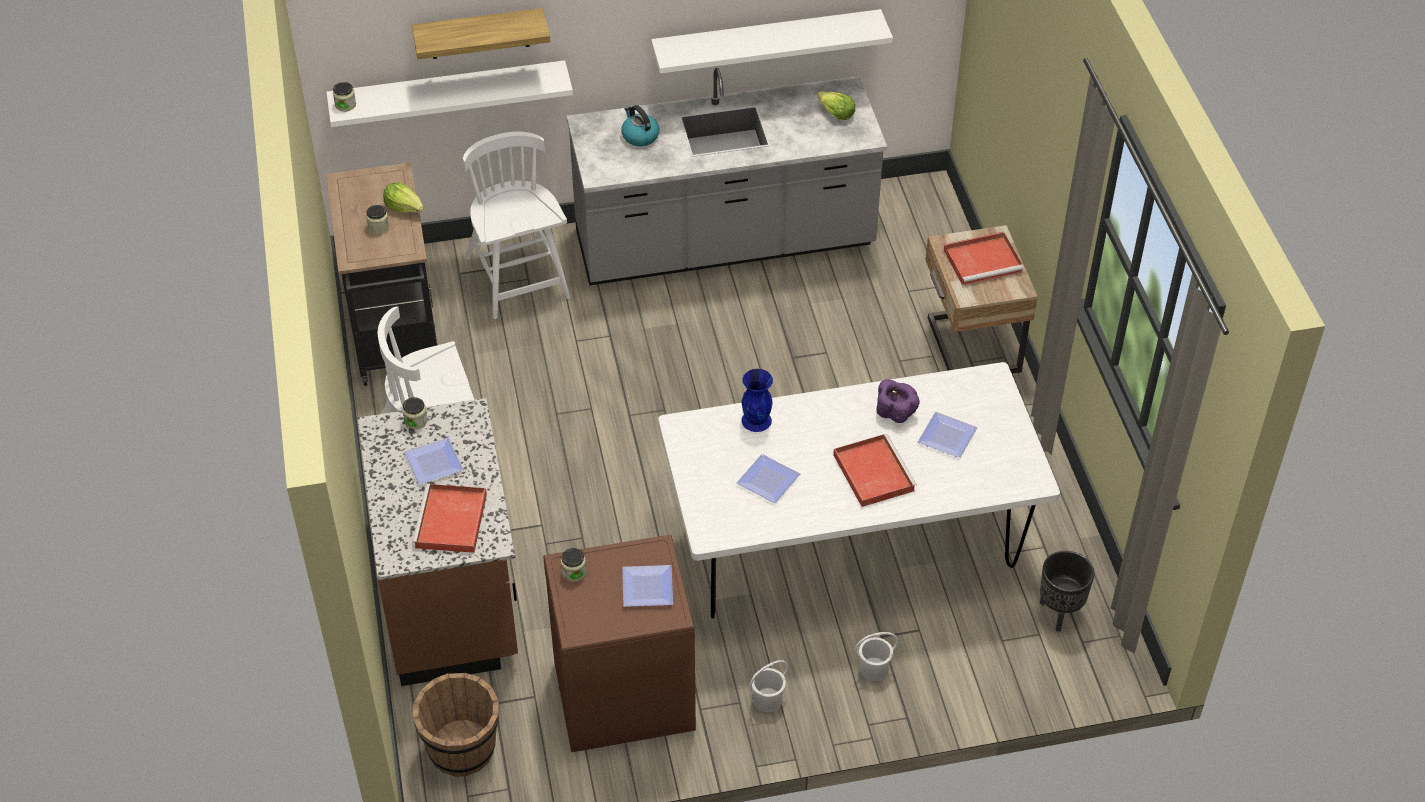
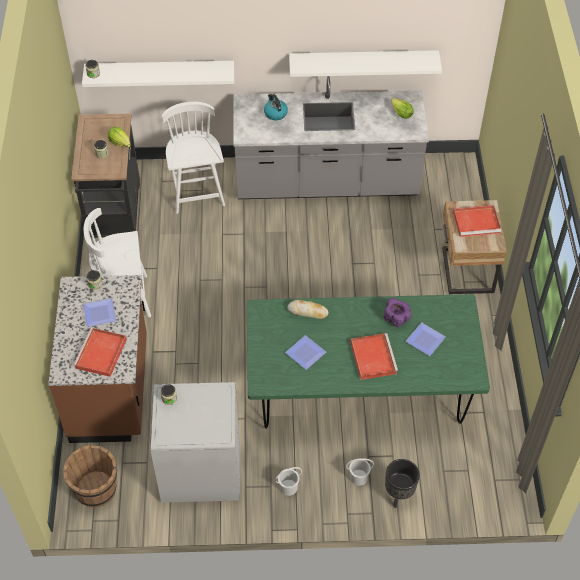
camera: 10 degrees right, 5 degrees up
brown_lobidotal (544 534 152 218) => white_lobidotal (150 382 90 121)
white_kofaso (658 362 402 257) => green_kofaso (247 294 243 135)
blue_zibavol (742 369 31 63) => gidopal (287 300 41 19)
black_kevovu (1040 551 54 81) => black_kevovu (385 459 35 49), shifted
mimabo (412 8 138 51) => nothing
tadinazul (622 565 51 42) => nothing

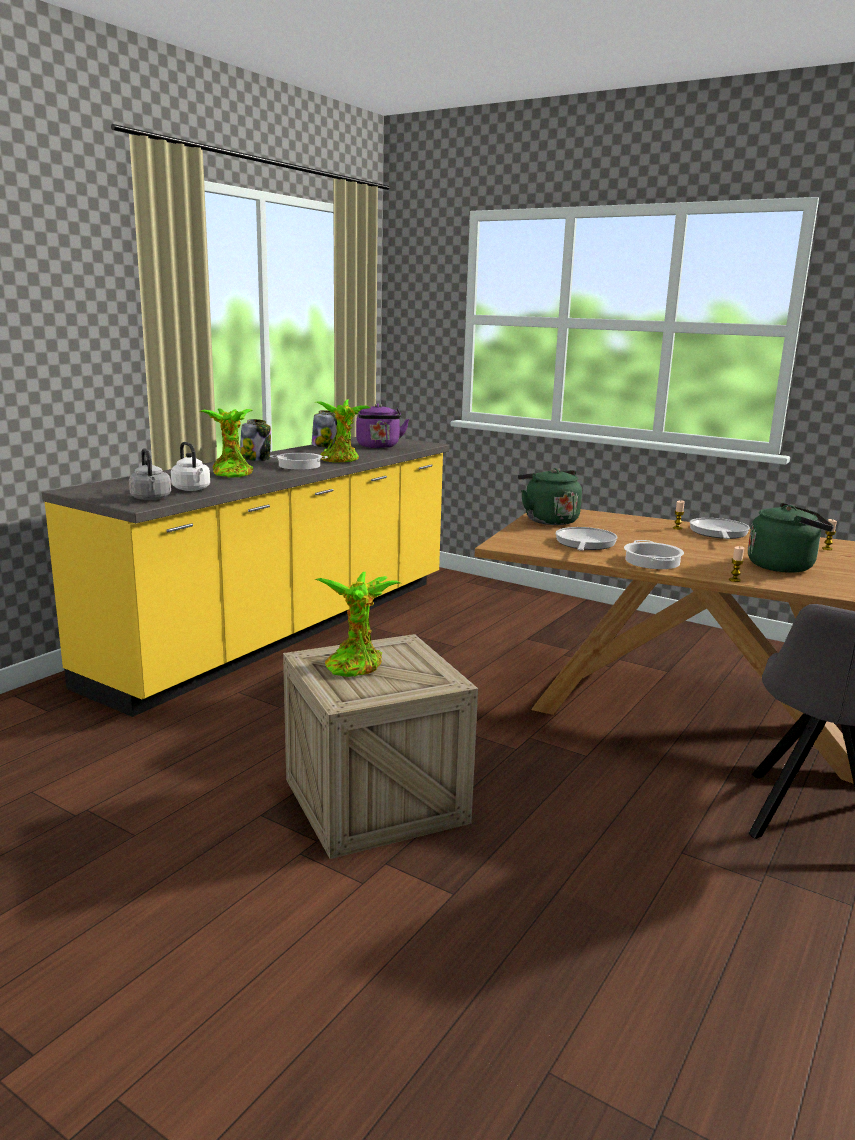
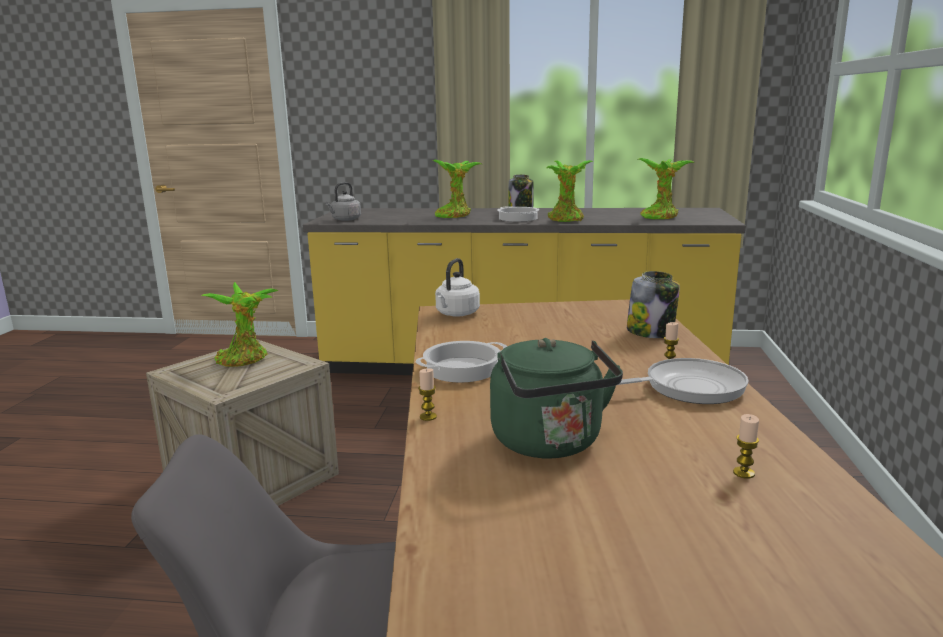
camera: 65 degrees right, 0 degrees up
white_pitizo (171 442 39 49) => white_pitizo (435 258 45 59), shifted
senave (312 410 25 38) => senave (627 271 53 67), shifted
purple_pitizo (356 404 53 44) => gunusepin (638 158 57 61)
green_pitizo (518 468 64 57) => nothing
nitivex (556 527 61 24) => nothing

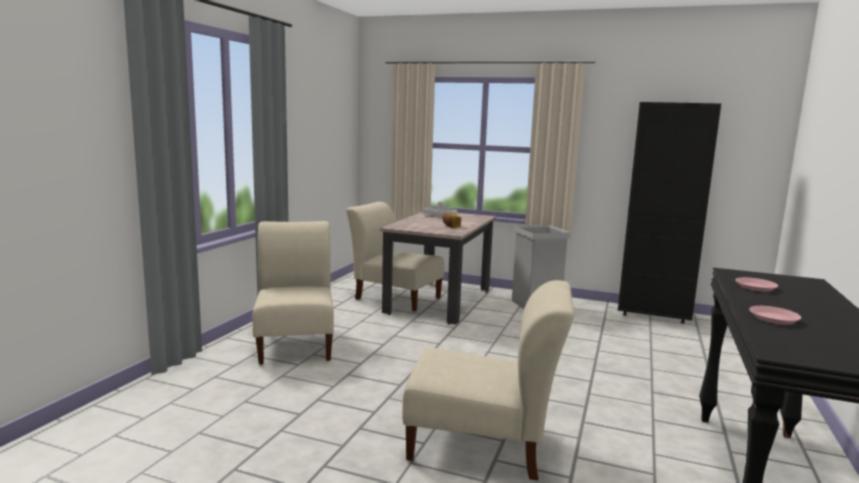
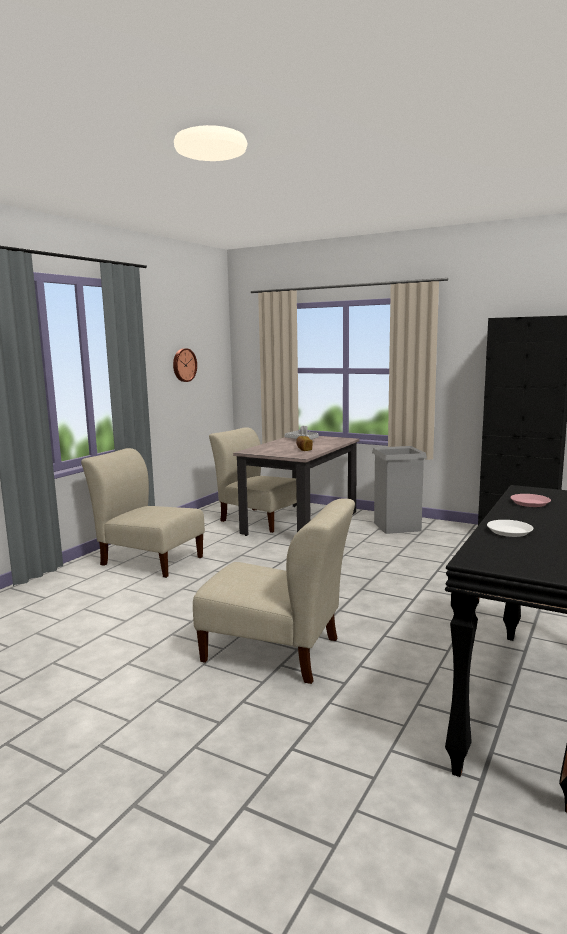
camera: 10 degrees right, 0 degrees up
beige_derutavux (252 221 82 144) => beige_derutavux (81 448 124 130), 60 degrees counterclockwise
nothing => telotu (173 348 24 34)
pink_tadinazul (749 306 52 18) => white_tadinazul (487 520 46 17)

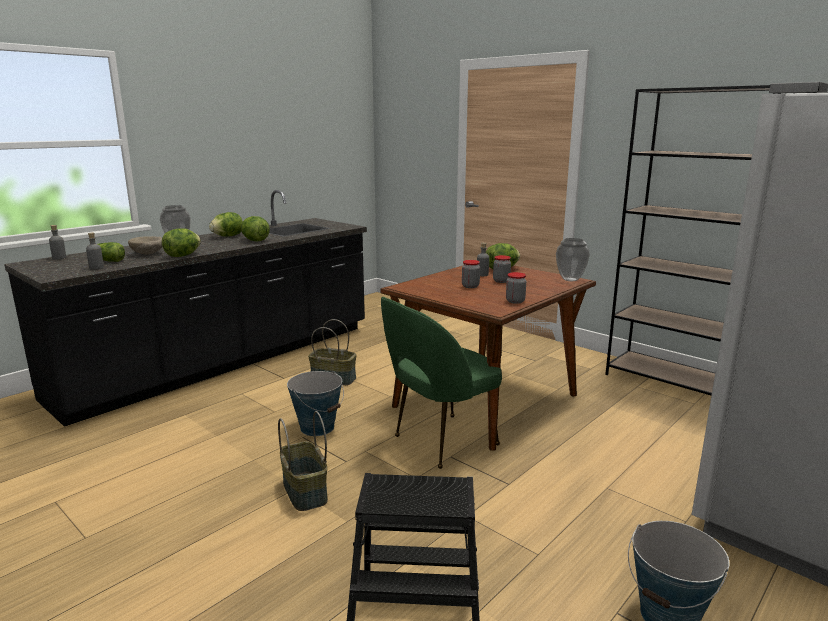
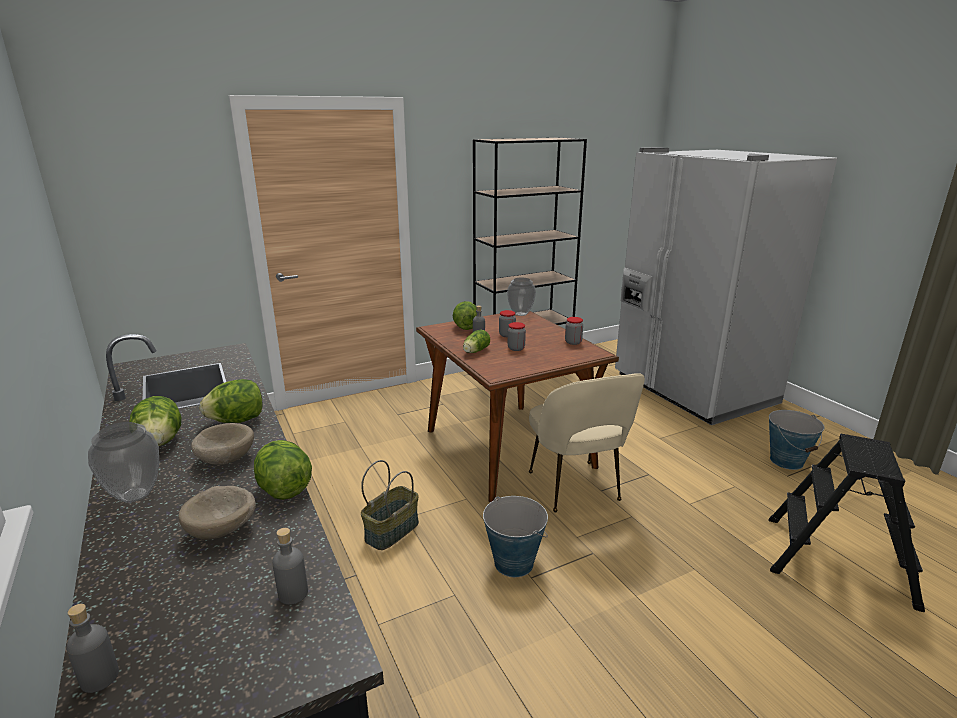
camera: 70 degrees left, 5 degrees up
nothing => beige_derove (191 423 63 42)
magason (98 242 27 20) => magason (463 329 27 24), shifted
green_derutavux (381 297 121 172) => beige_derutavux (529 373 116 139)
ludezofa (278 411 50 100) => nothing

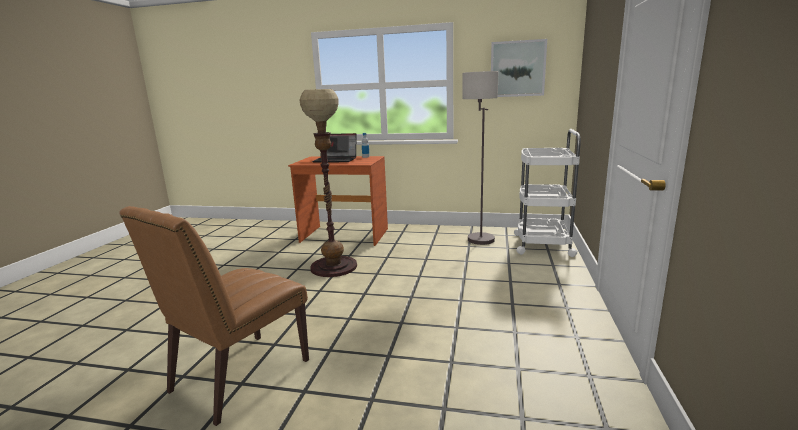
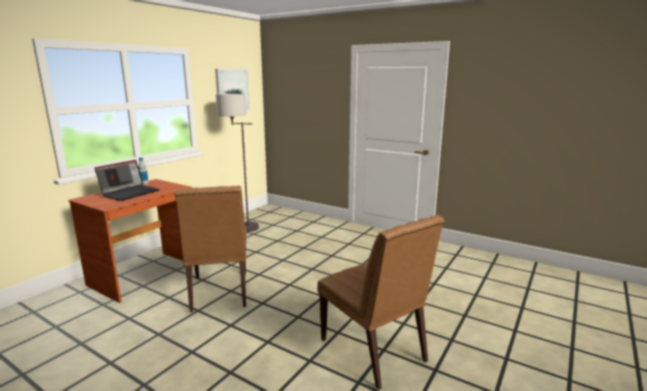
camera: 70 degrees left, 0 degrees up
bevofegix (300 89 57 188) => brown_derutavux (174 186 73 126)
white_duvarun (514 129 67 128) => nothing

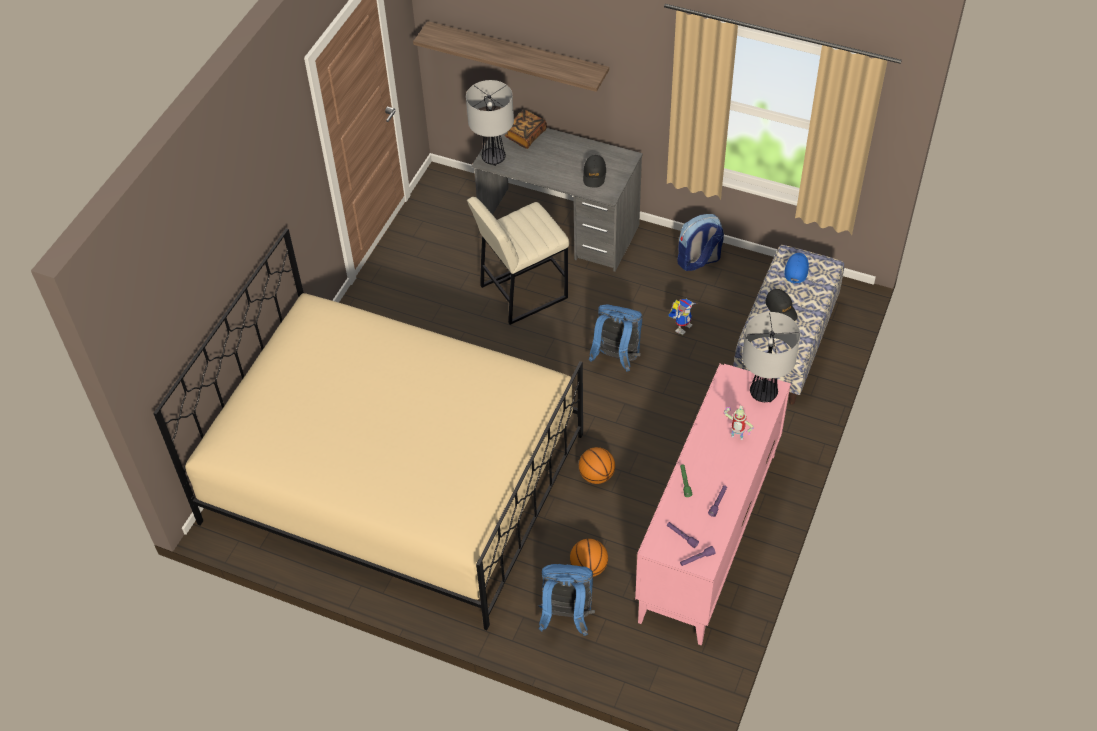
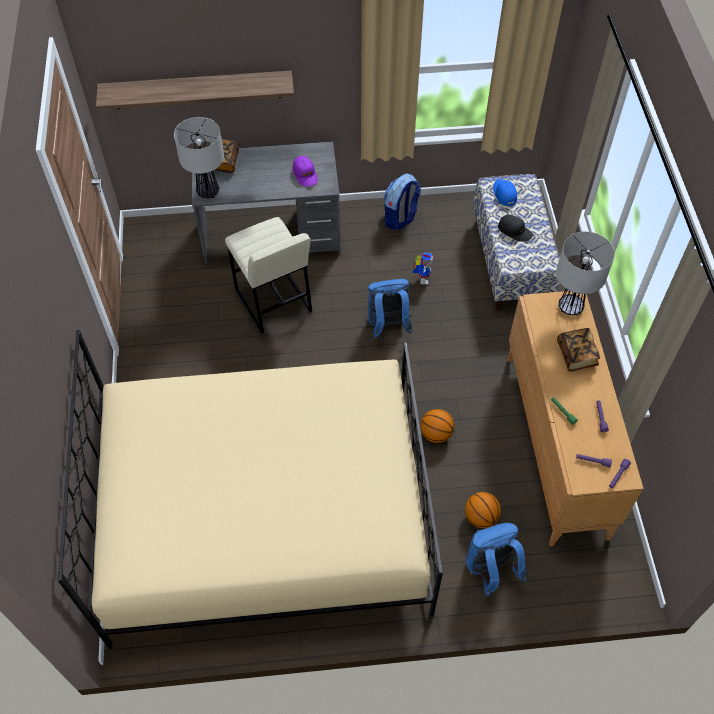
camera: 30 degrees left, 5 degrees up
beige_derutavux (467 197 102 128) => beige_derutavux (225 217 87 116), 60 degrees counterclockwise
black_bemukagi (583 155 23 32) => purple_bemukagi (293 156 25 31)
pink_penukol (635 363 156 283) => brown_penukol (508 291 136 255)
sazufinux (723 406 31 34) => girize (557 328 43 44)

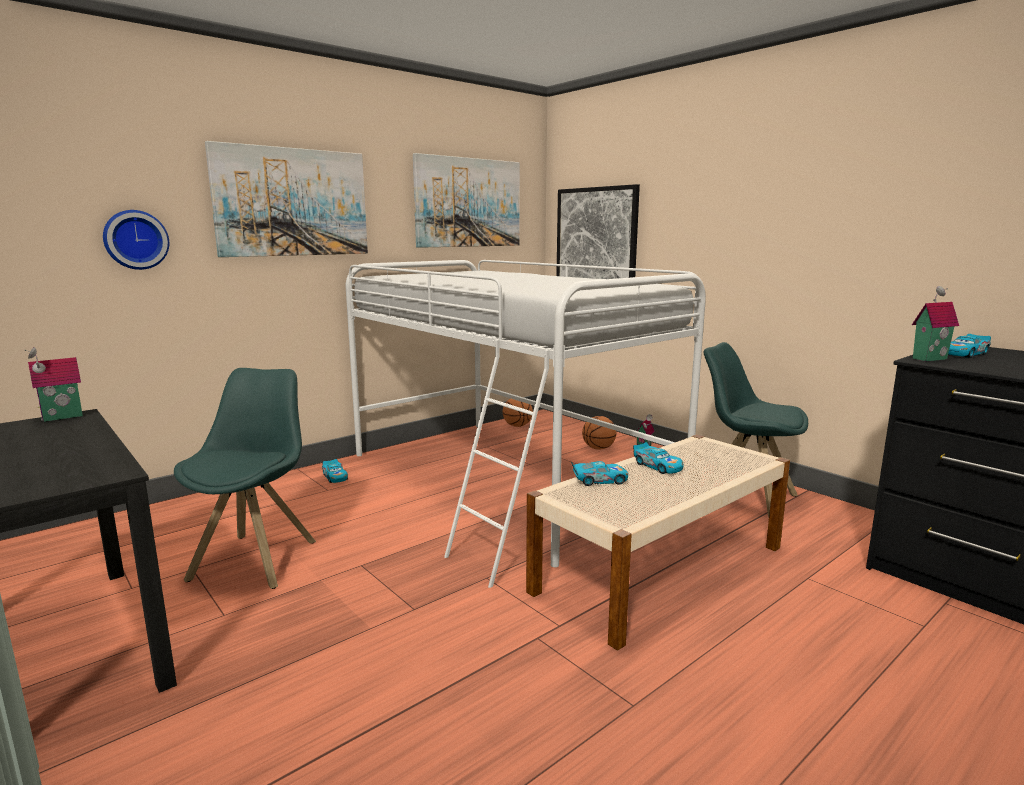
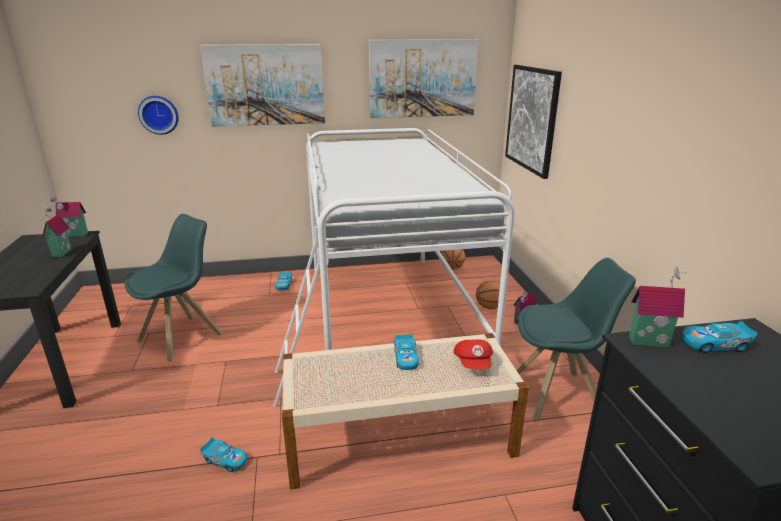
camera: 30 degrees right, 10 degrees up
nothing => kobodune (42 206 29 52)
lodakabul (571 461 57 25) => lodakabul (201 438 46 34), shifted
nothing => red_bemukagi (453 339 40 30)
turquoise_derutavux (703 342 105 176) => turquoise_derutavux (517 258 119 164), 105 degrees clockwise

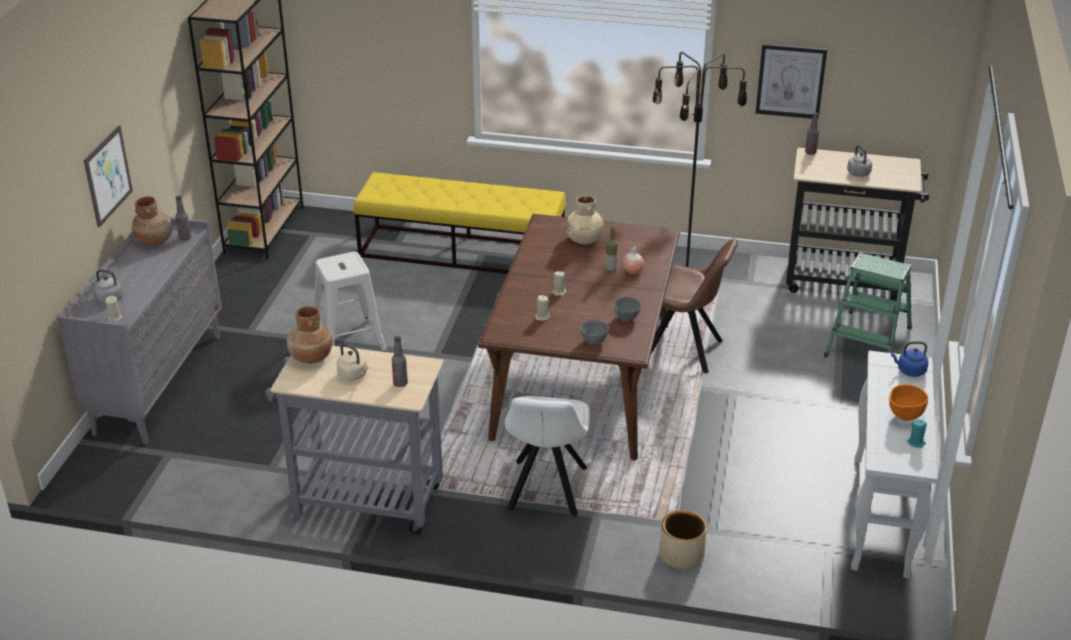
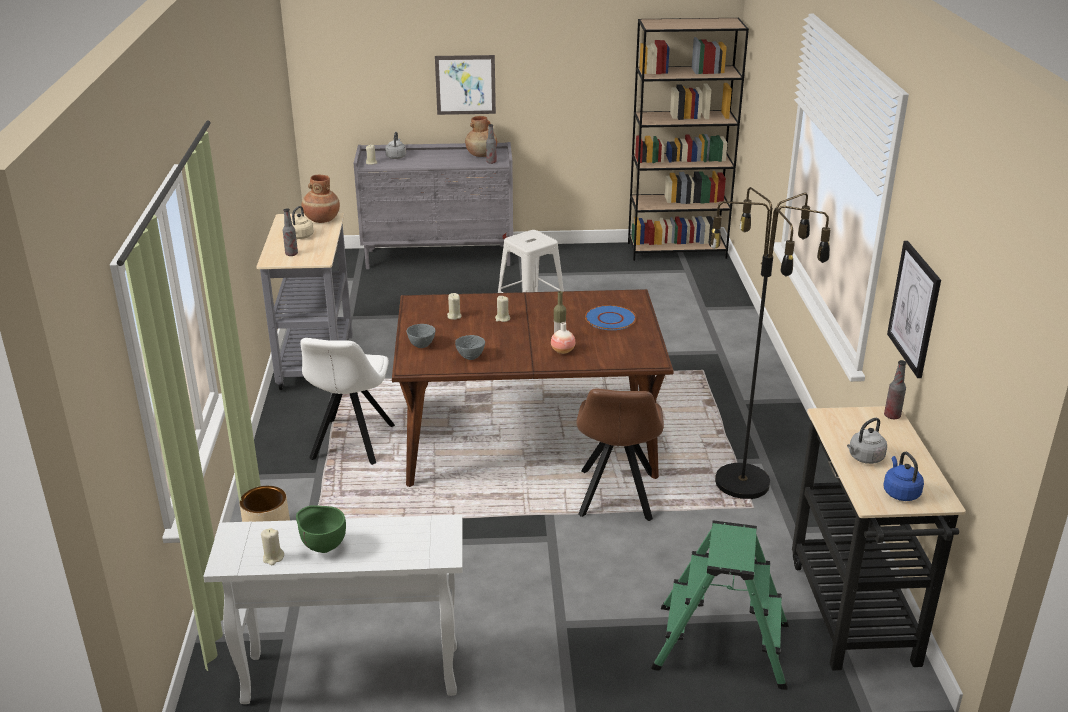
camera: 75 degrees right, 5 degrees down
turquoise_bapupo (907 419 20 29) => beige_bapupo (261 528 23 37)
orange_derove (889 384 39 37) => green_derove (296 505 50 48)
white_derutavux (505 396 85 121) => white_derutavux (301 338 94 127), 75 degrees counterclockwise
beige_zibavol (565 195 39 49) => blue_tadinazul (585 305 51 25)
blue_pitizo (891 341 37 36) => blue_pitizo (884 452 40 49), shifted
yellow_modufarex (353 172 213 102) => nothing

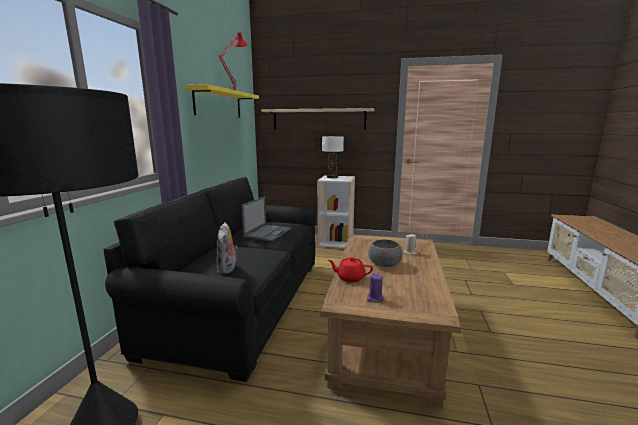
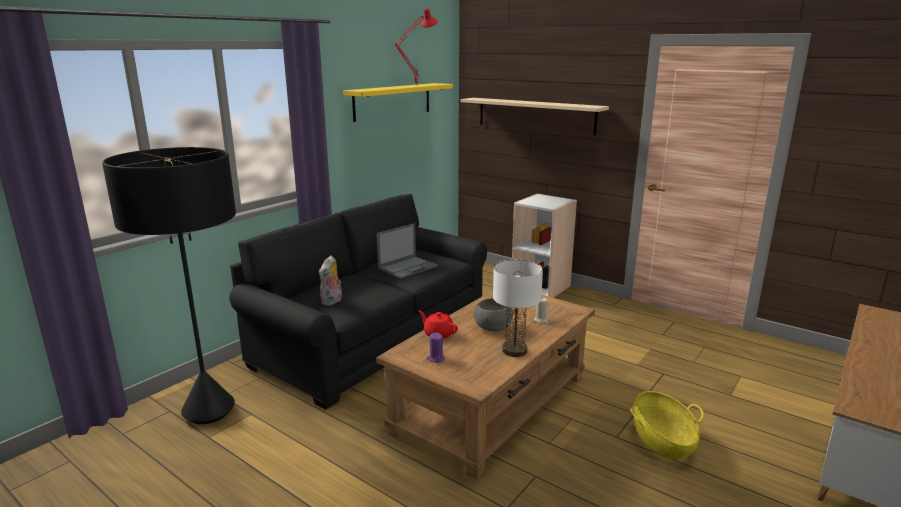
camera: 25 degrees right, 5 degrees up
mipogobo (322 136 22 42) => mipogobo (493 259 50 98), shifted
nothing => ludezofa (630 391 74 69)

